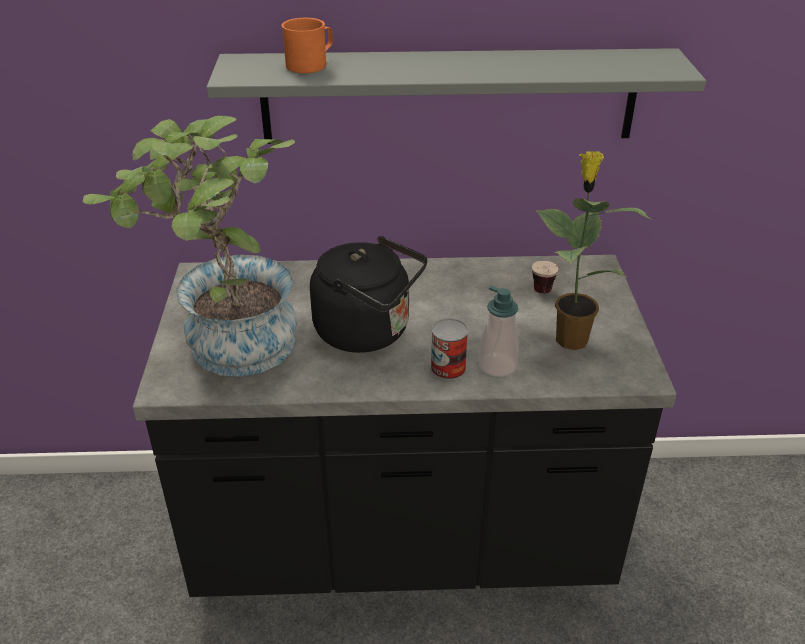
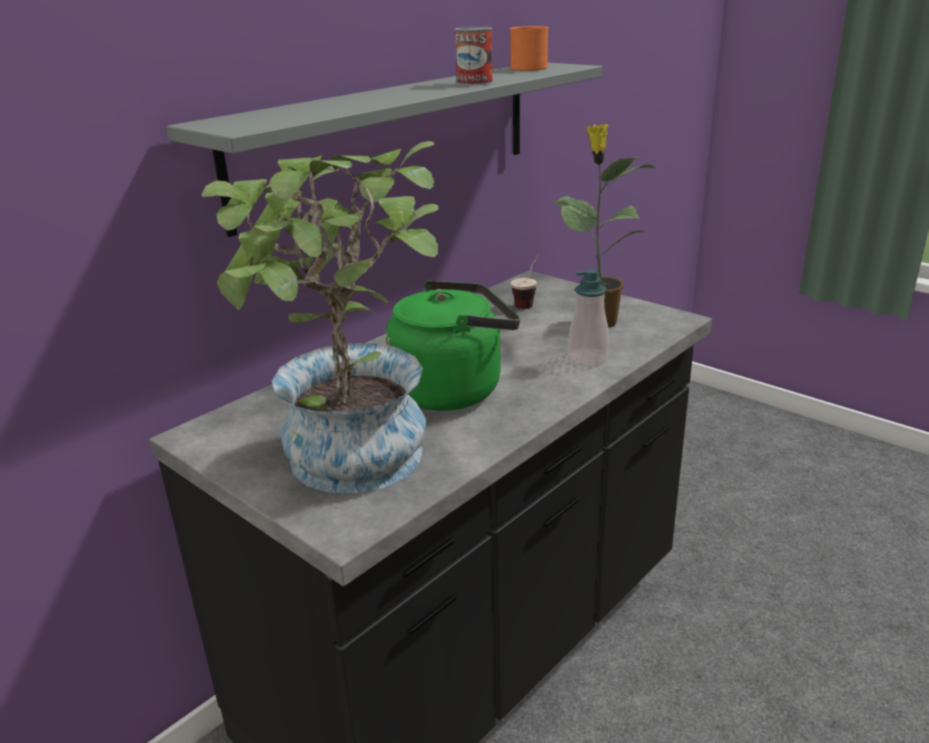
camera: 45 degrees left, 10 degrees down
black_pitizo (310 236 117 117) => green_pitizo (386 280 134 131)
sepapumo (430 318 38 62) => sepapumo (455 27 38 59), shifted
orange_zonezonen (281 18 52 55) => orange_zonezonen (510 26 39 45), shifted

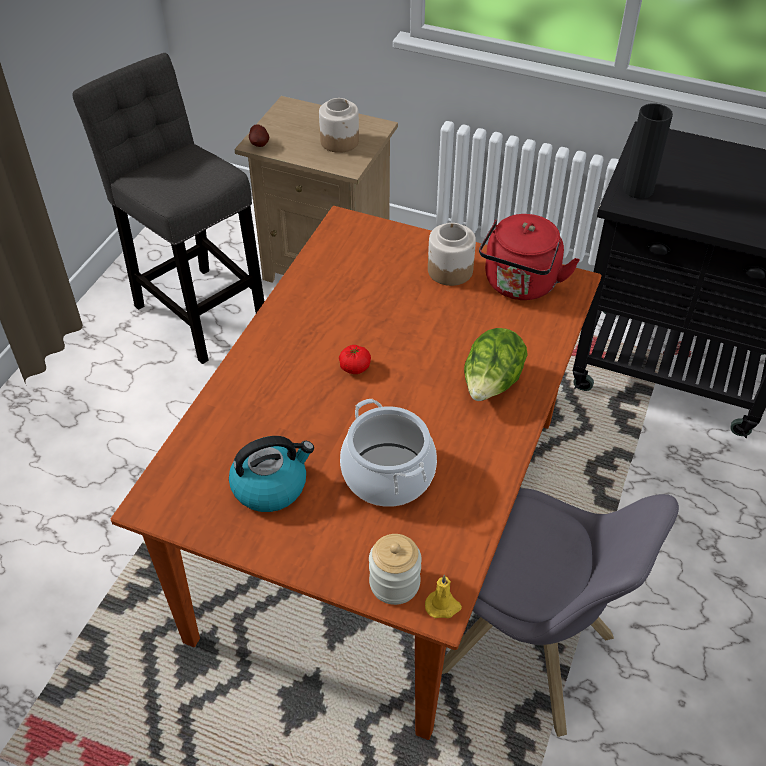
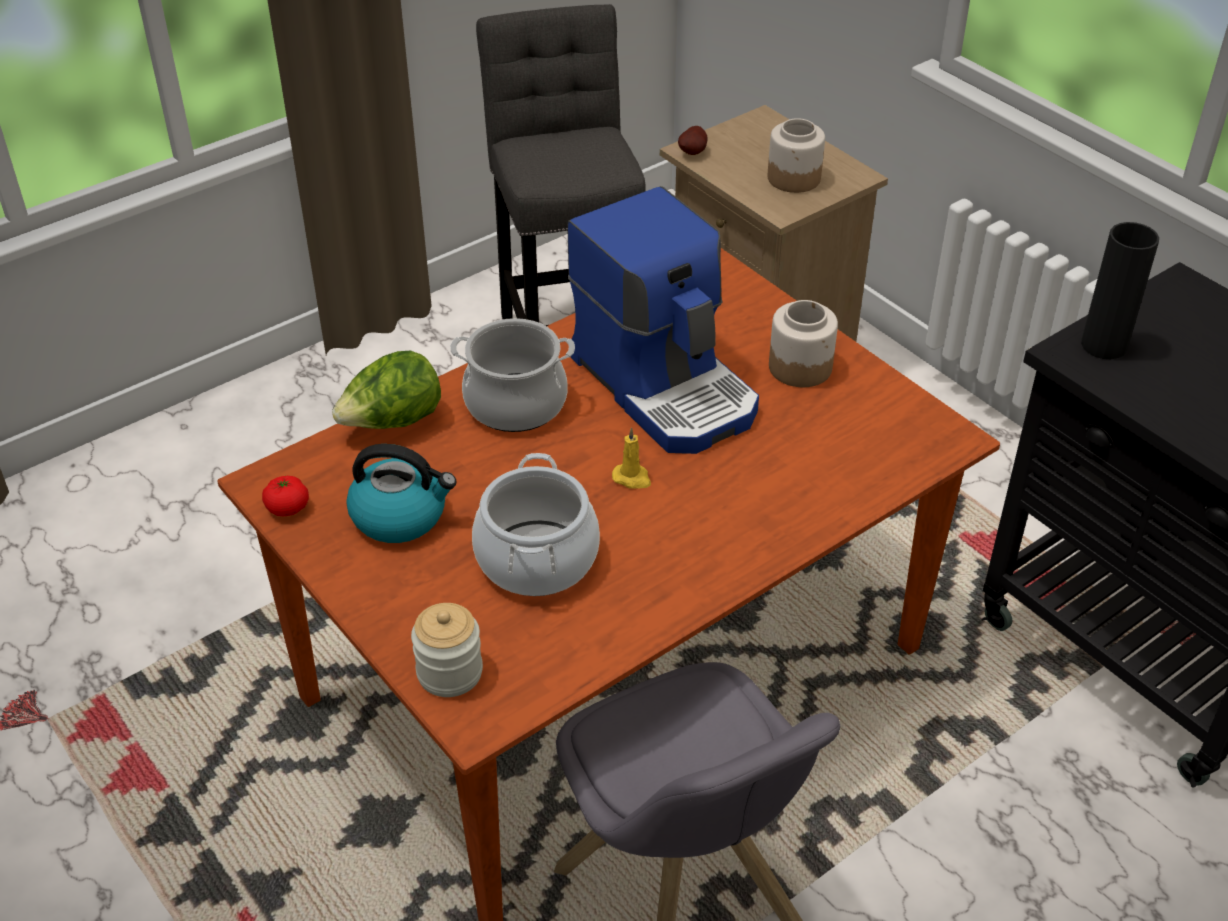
camera: 30 degrees right, 5 degrees down
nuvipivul (339 345 32 29) => nuvipivul (262 476 47 41), shifted
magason (464 328 64 73) => magason (332 350 109 79), shifted
nothing => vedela (450 318 125 114)
nothing => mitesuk (567 186 192 268)
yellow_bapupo (425 575 37 43) => yellow_bapupo (612 427 39 62), shifted
red_pitizo (479 214 101 86) => nothing

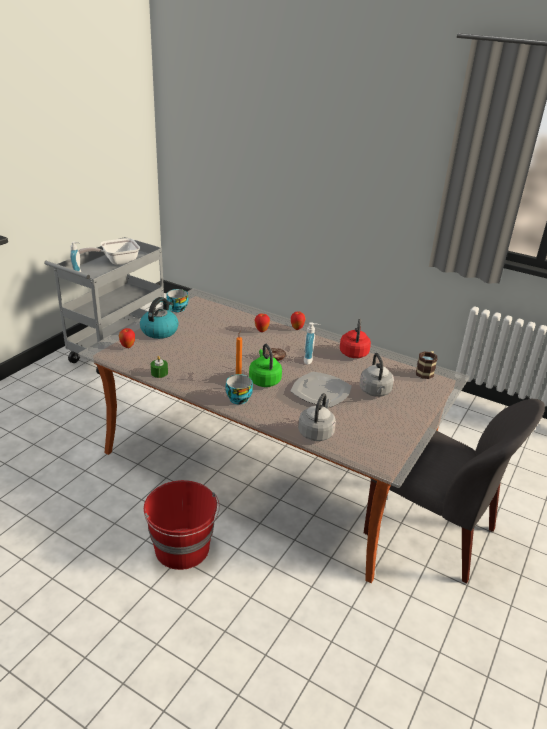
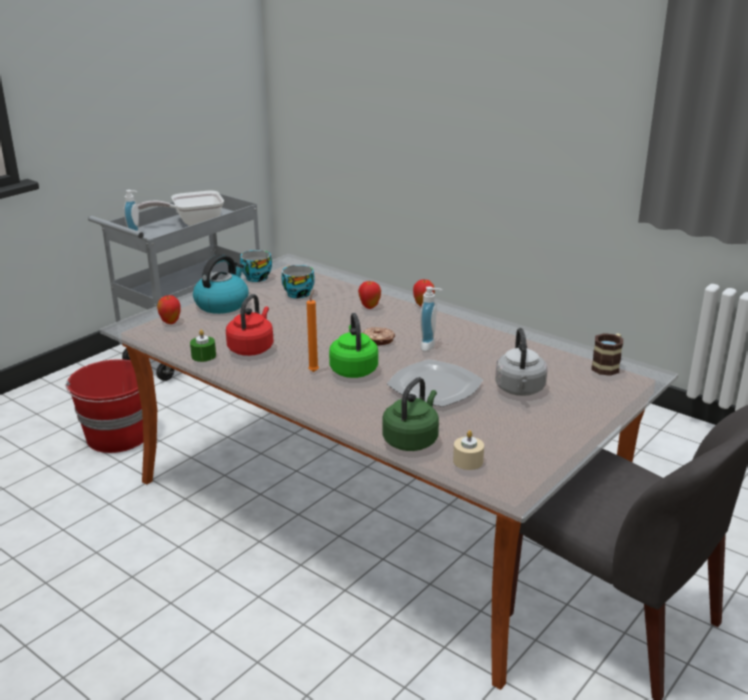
camera: 10 degrees right, 5 degrees down
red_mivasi (144 480 76 90) => red_mivasi (66 359 77 94), shifted
red_pitizo (340 319 31 39) => red_pitizo (226 294 48 62), shifted
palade (225 374 28 30) => palade (281 265 34 34), shifted
grey_pitizo (298 393 38 48) => green_pitizo (382 377 57 74)
nothing => beige_bapupo (453 430 31 40)

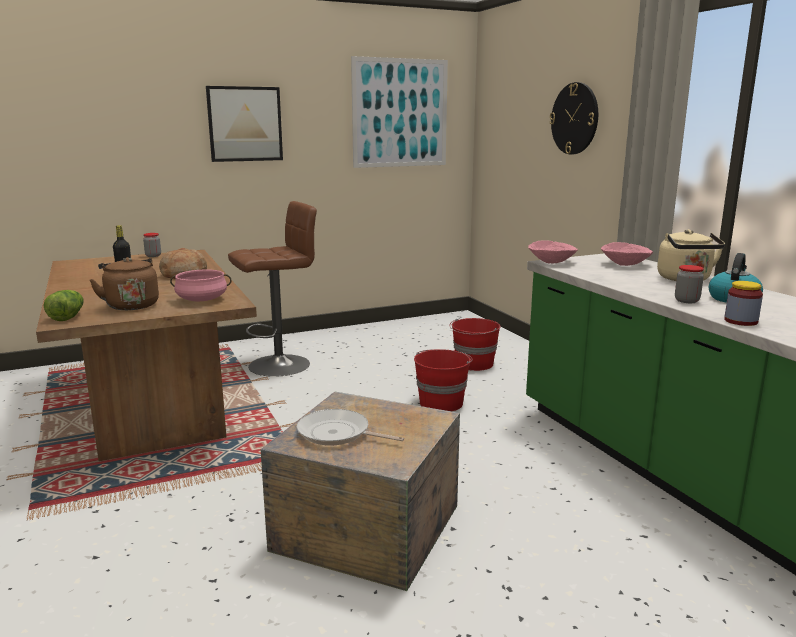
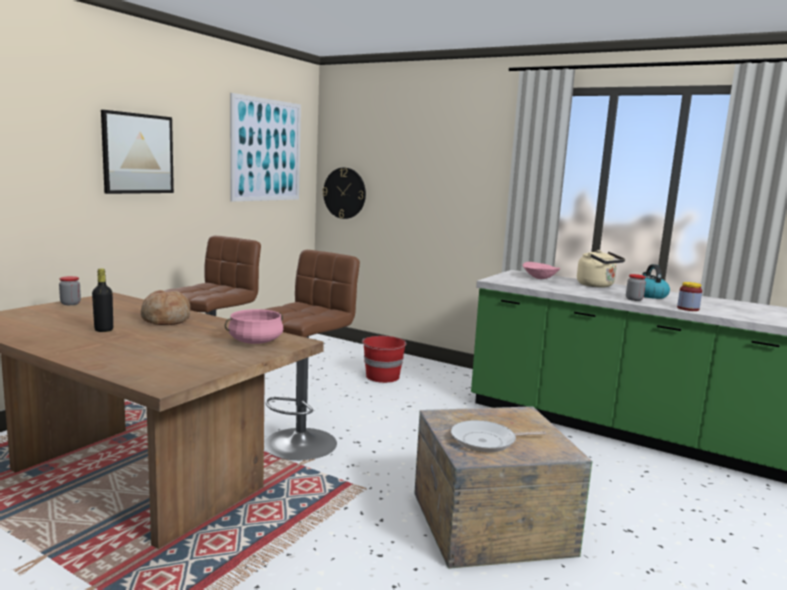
camera: 35 degrees left, 5 degrees down
nothing => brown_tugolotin (263 250 97 210)
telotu (550 82 48 73) => telotu (323 168 43 51), shifted
magason (43 290 41 31) => nothing
brown_pitizo (89 257 70 53) => nothing
red_mivasi (414 349 59 62) => nothing
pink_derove (528 240 50 23) => nothing

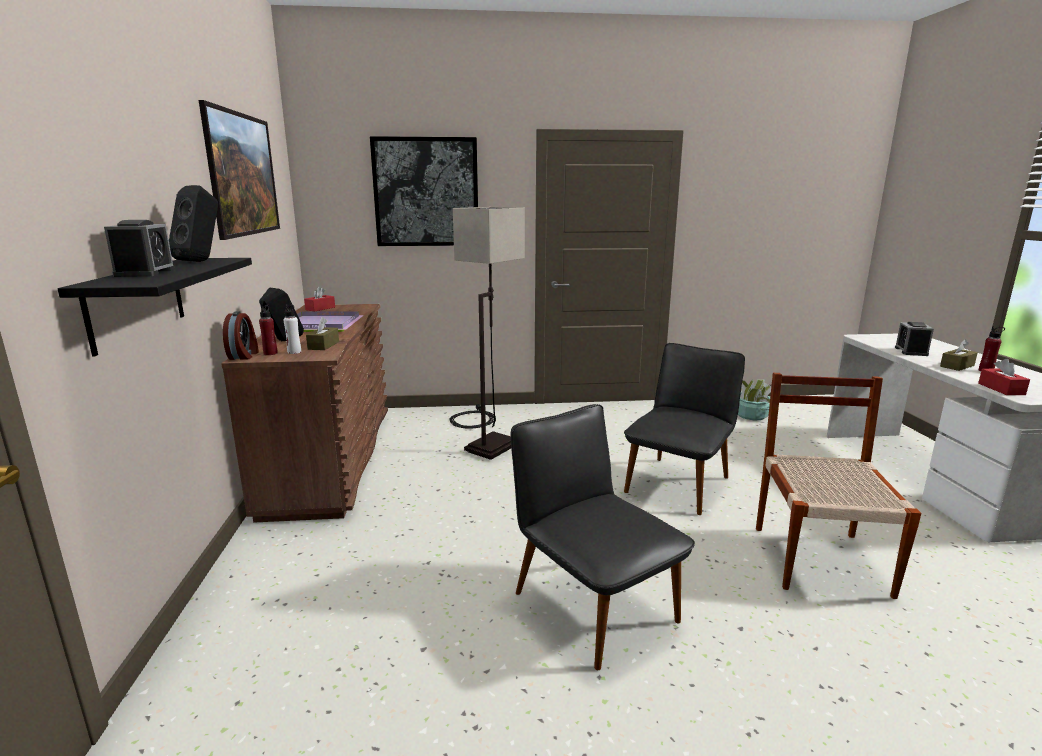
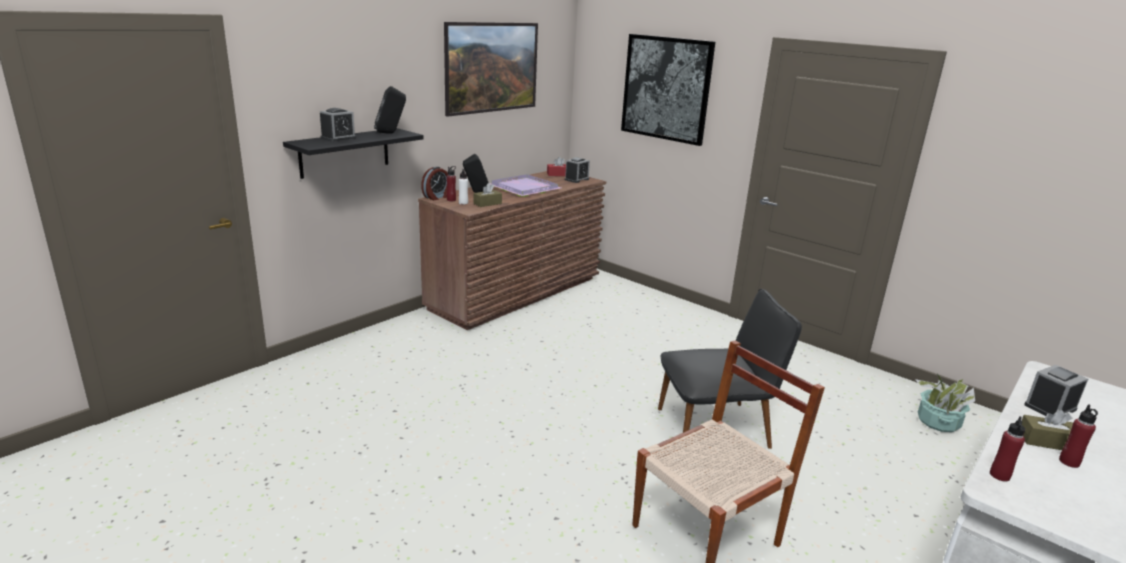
camera: 45 degrees right, 5 degrees up
nothing => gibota (565 157 25 26)
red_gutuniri (978 359 52 36) => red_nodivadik (990 416 35 66)
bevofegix (450 207 75 253) => nothing
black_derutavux (510 404 185 266) => nothing

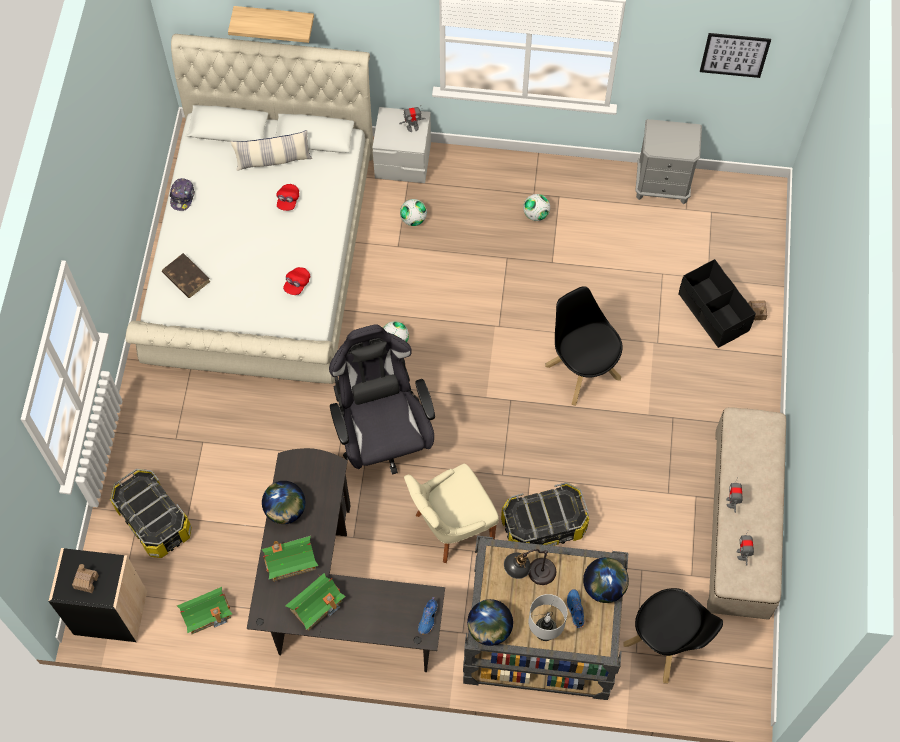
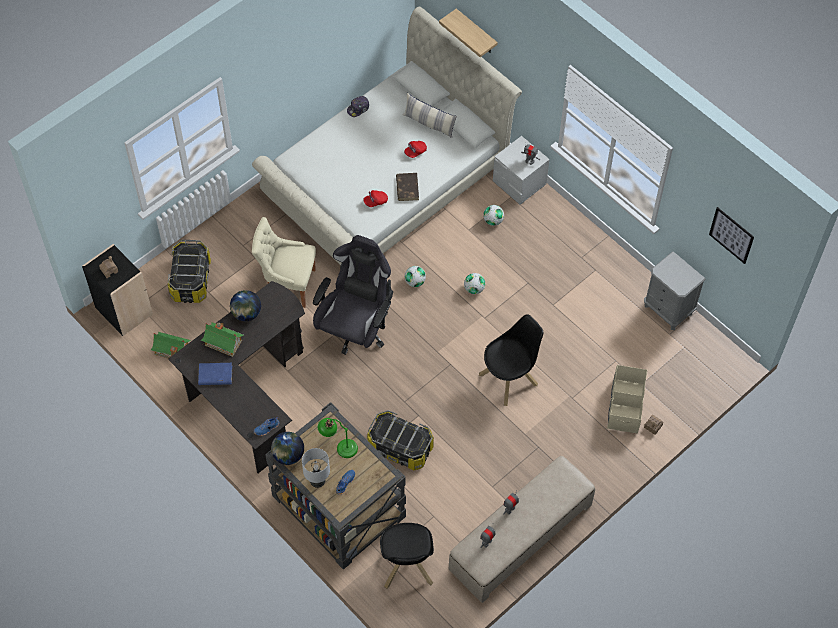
camera: 40 degrees right, 5 degrees down
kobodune (285 573 61 57) => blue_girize (198 363 34 22)
beige_derutavux (404 464 95 99) => beige_derutavux (252 217 64 91), shifted
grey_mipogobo (504 549 52 36) => green_mipogobo (318 418 40 40)
brown_girize (162 253 49 45) => brown_girize (396 173 23 28), shifted
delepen (523 194 27 27) => delepen (464 273 21 21), shifted
black_derutavux (545 286 78 120) => black_derutavux (479 314 64 92), 45 degrees clockwise
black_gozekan (678 259 78 89) => beige_gozekan (607 365 40 68)
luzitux (583 557 46 46) => nothing

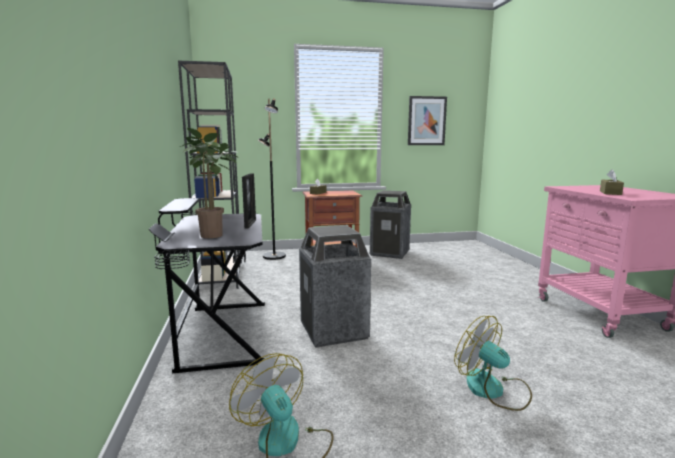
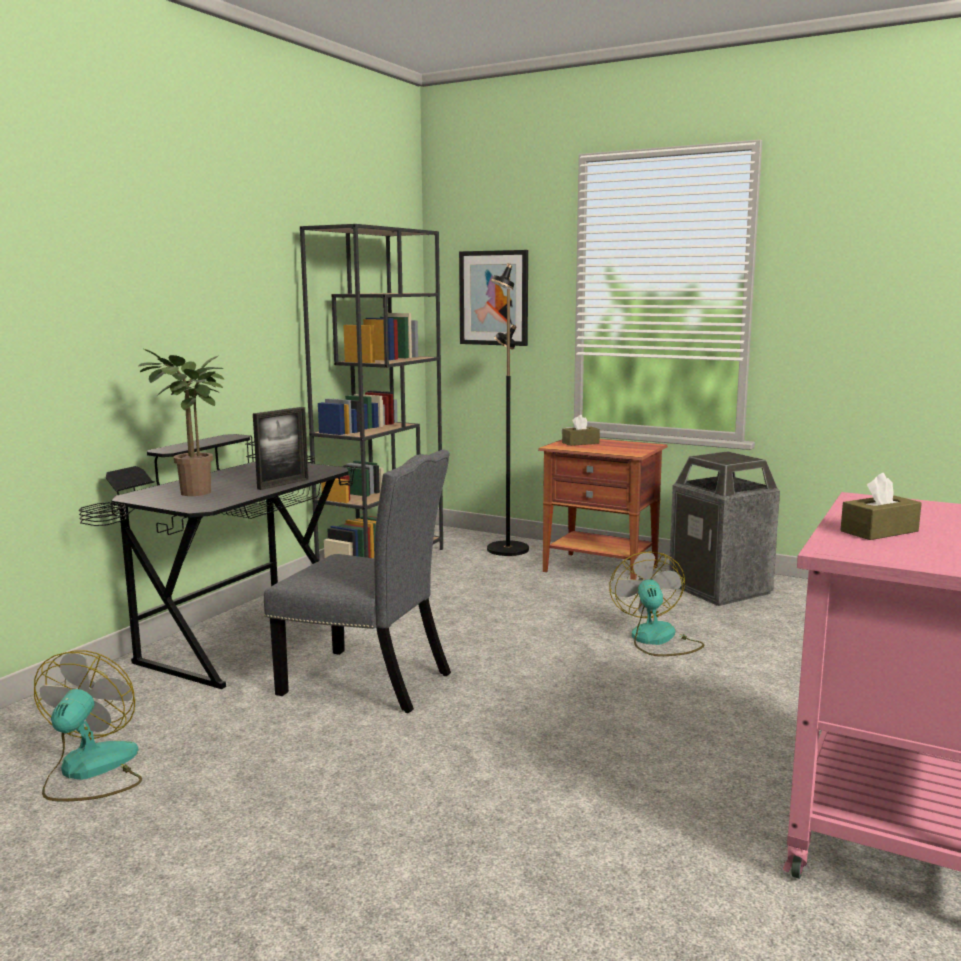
camera: 40 degrees right, 0 degrees up
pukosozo (299 225 72 123) => grey_derutavux (264 450 187 263)
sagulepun (408 96 39 49) => sagulepun (459 250 69 96), shifted
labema (454 316 78 95) => labema (609 552 95 104), shifted

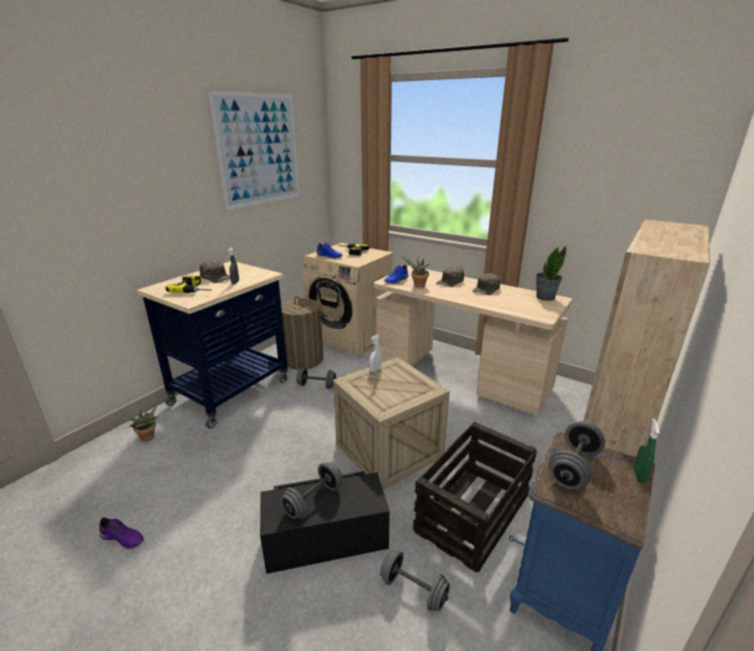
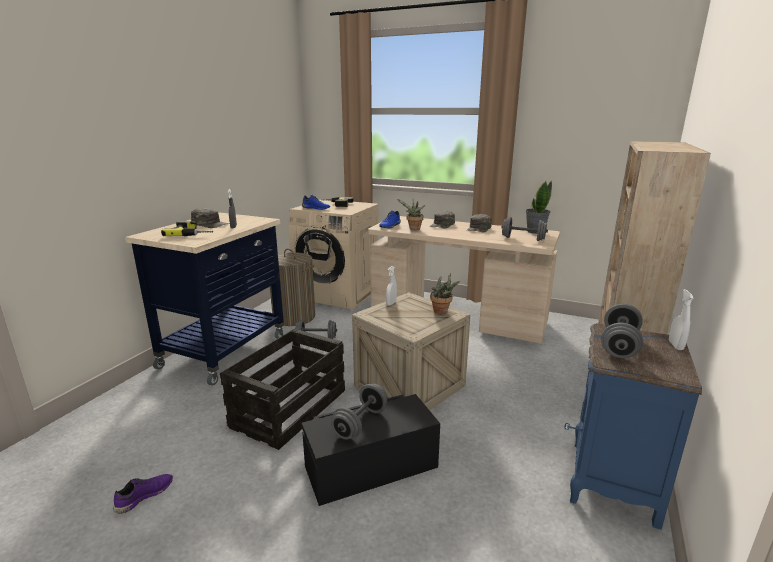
camera: 10 degrees left, 5 degrees down
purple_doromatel (99 517 45 32) => purple_doromatel (113 474 60 39), 60 degrees counterclockwise
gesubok (413 422 124 151) => gesubok (220 328 125 122), shifted
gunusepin (130 406 29 35) => gunusepin (430 273 30 41), shifted
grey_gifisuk (380 551 70 60) => grey_gifisuk (501 217 47 24), shifted
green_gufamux (634 418 26 66) => white_gufamux (669 289 25 61)
sagulepun (208 91 92 119) => nothing

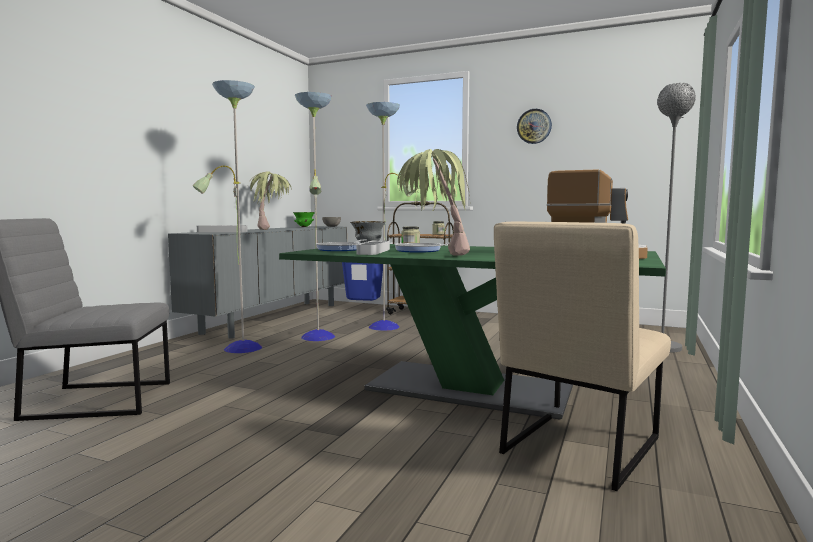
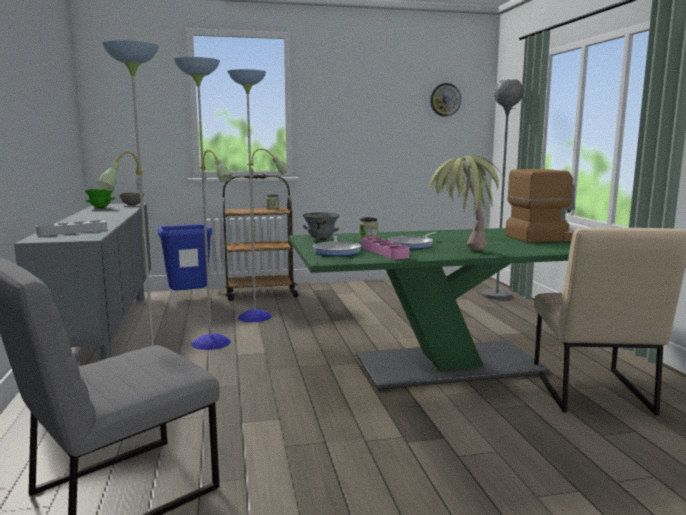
camera: 35 degrees left, 5 degrees up
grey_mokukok (356 240 34 15) => pink_mokukok (361 237 48 22)
telotu (517 109 35 35) => telotu (430 83 31 34), shifted
gunusepin (247 171 45 59) => nothing

